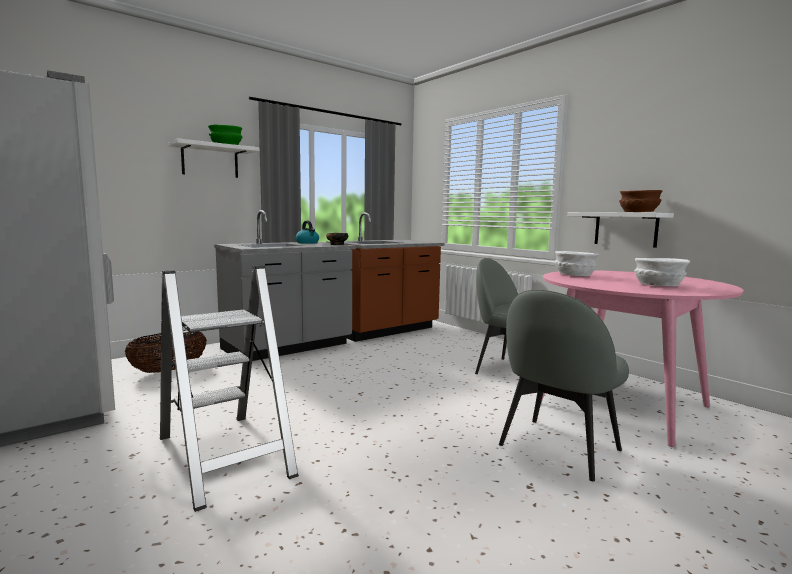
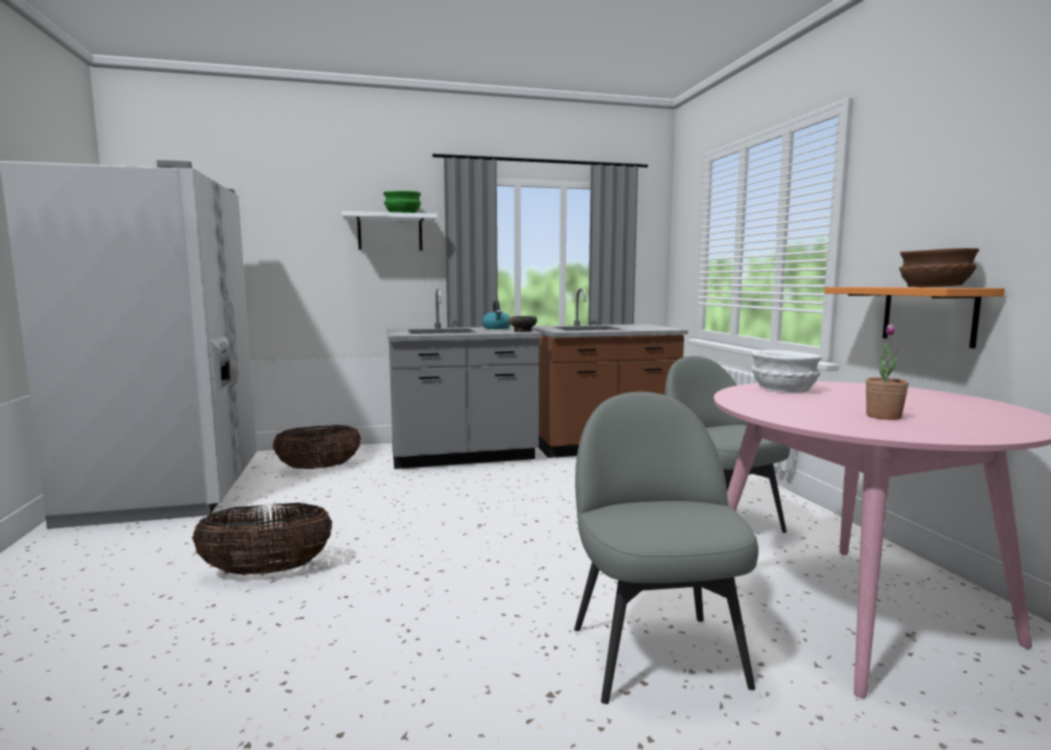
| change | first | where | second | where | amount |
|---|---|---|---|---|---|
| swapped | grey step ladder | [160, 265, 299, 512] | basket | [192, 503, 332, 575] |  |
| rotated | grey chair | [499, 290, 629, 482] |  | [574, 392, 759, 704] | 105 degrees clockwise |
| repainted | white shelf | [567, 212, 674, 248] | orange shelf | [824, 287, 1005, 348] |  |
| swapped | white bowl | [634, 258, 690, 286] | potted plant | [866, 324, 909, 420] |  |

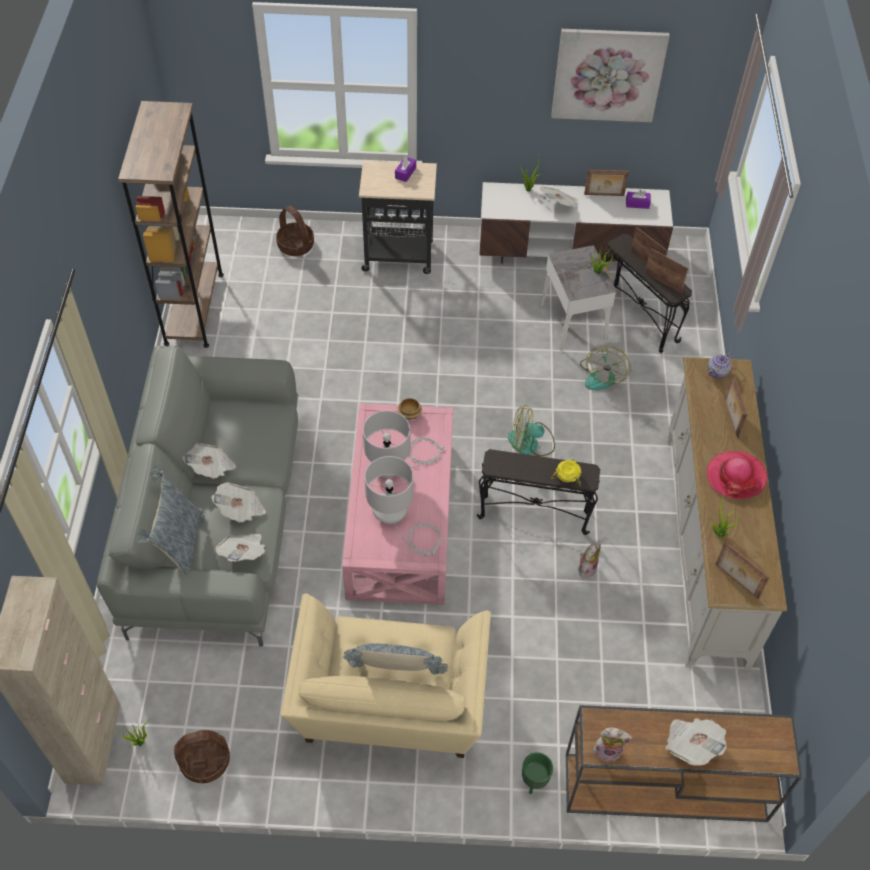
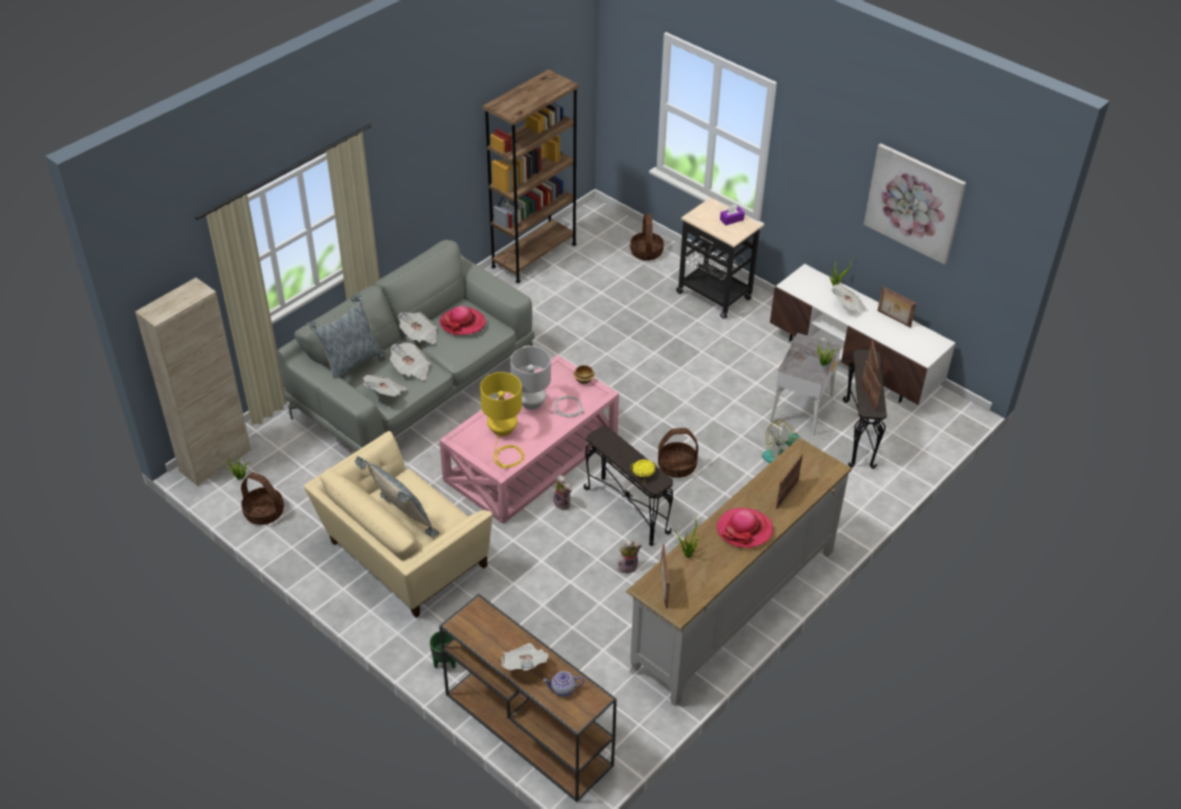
| change | first | where | second | where | amount |
|---|---|---|---|---|---|
| repainted | white table lamp | [365, 456, 441, 555] | yellow table lamp | [480, 372, 524, 469] |  |
| swapped | fan | [508, 405, 555, 456] | basket | [658, 428, 698, 478] |  |
| shifted | plush toy | [593, 727, 632, 762] |  | [553, 475, 572, 510] |  |
| gone | purple tissue box | [626, 190, 651, 209] |  |  |  |
| shifted | teapot | [708, 352, 732, 378] |  | [543, 671, 584, 697] |  |
| new |  |  | hat | [440, 306, 486, 335] |  |

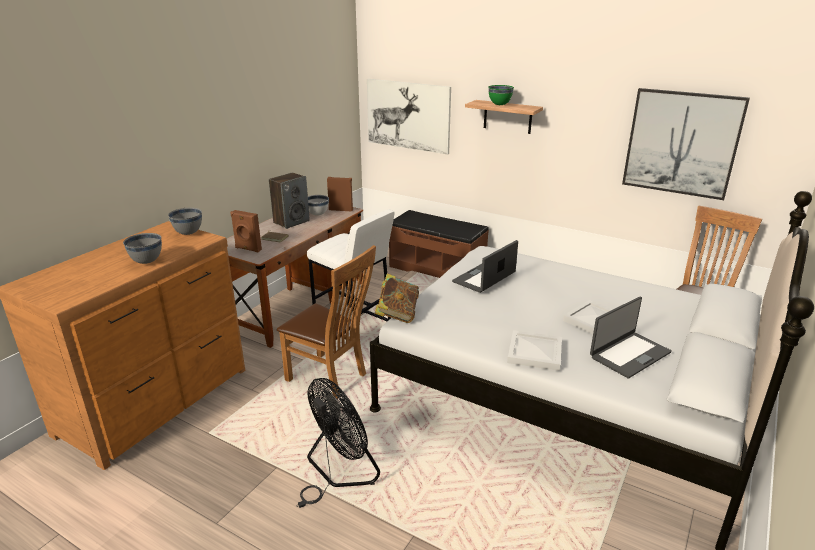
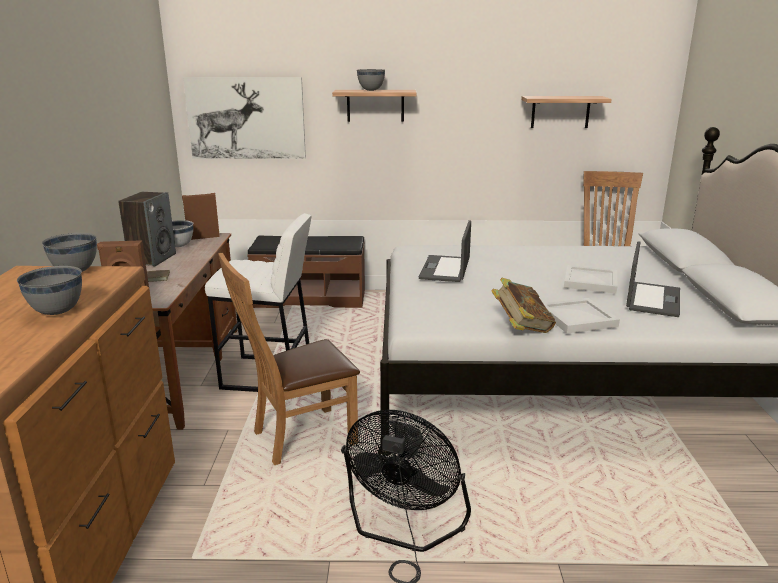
| change | first | where | second | where | amount |
|---|---|---|---|---|---|
| rotated | brown chair | [277, 245, 376, 399] |  | [218, 252, 360, 465] | 150 degrees clockwise |
| shifted | book | [375, 273, 419, 323] |  | [491, 278, 556, 333] |  |
| repainted | green bowl | [489, 85, 514, 105] | grey bowl | [357, 69, 385, 91] |  |
| swapped | picture | [622, 88, 750, 200] | shelf | [521, 96, 612, 128] |  |

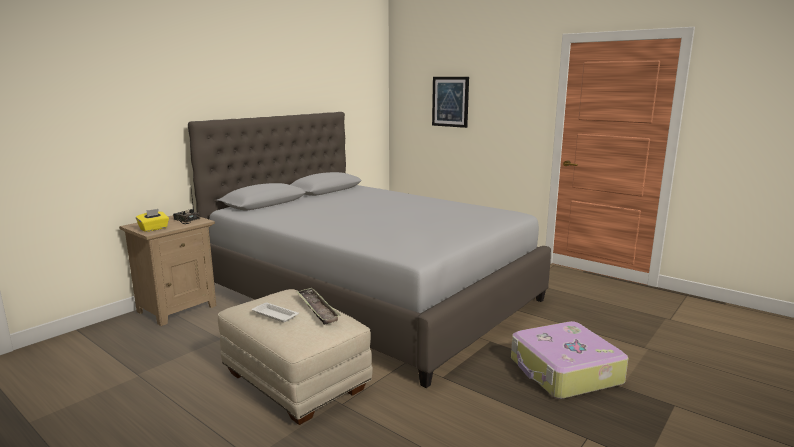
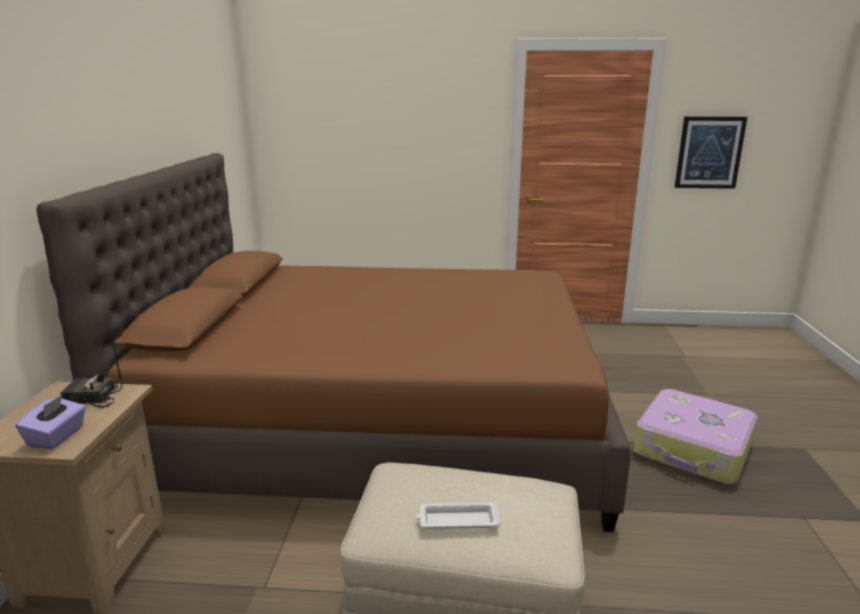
| change | first | where | second | where | amount |
|---|---|---|---|---|---|
| repainted | yellow tissue box | [136, 209, 169, 232] | purple tissue box | [16, 394, 86, 449] |  |
| repainted | grey bed | [188, 112, 551, 388] | brown bed | [36, 153, 631, 532] |  |
| gone | tray | [296, 288, 341, 325] |  |  |  |
| shifted | picture | [432, 77, 469, 128] |  | [675, 116, 747, 189] |  |

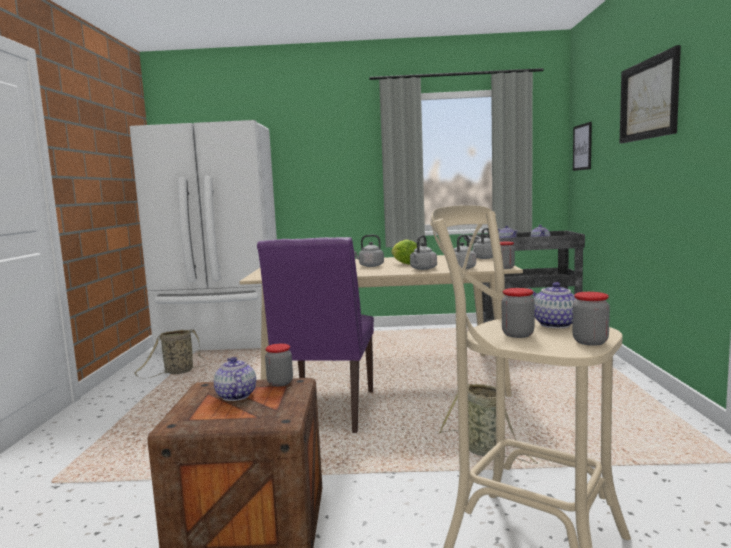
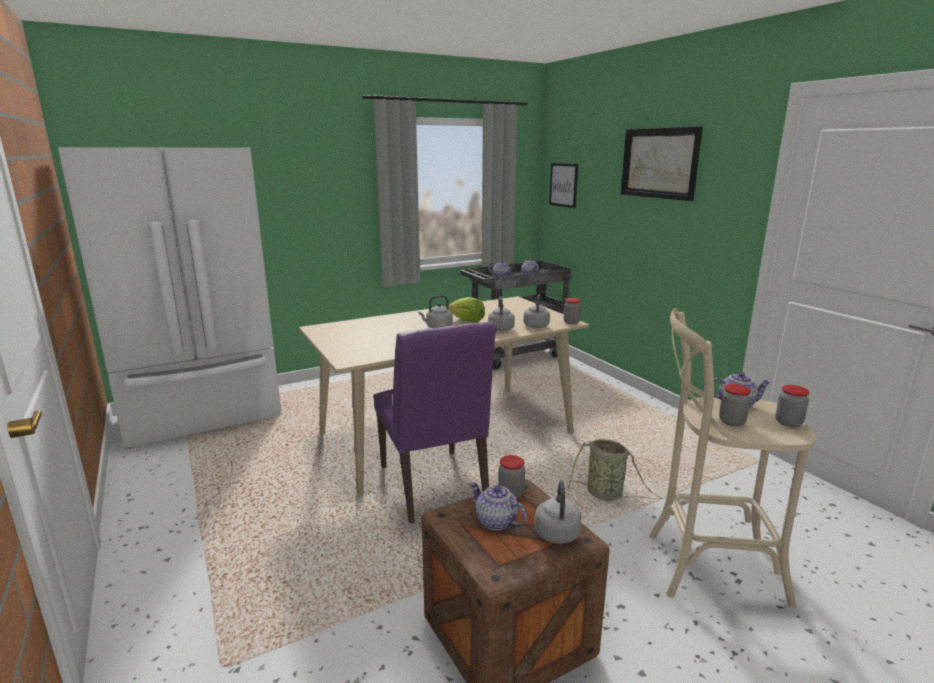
| change | first | where | second | where | amount |
|---|---|---|---|---|---|
| gone | basket | [134, 329, 208, 379] |  |  |  |
| shifted | grey kettle | [473, 228, 493, 259] |  | [535, 481, 581, 544] |  |

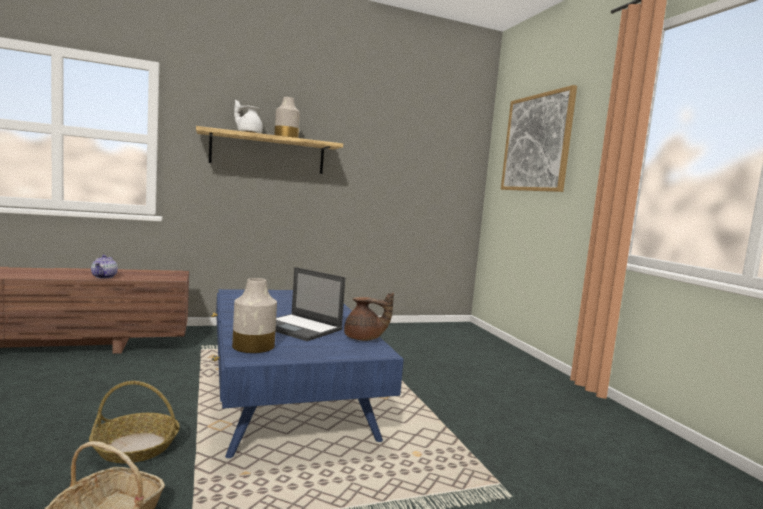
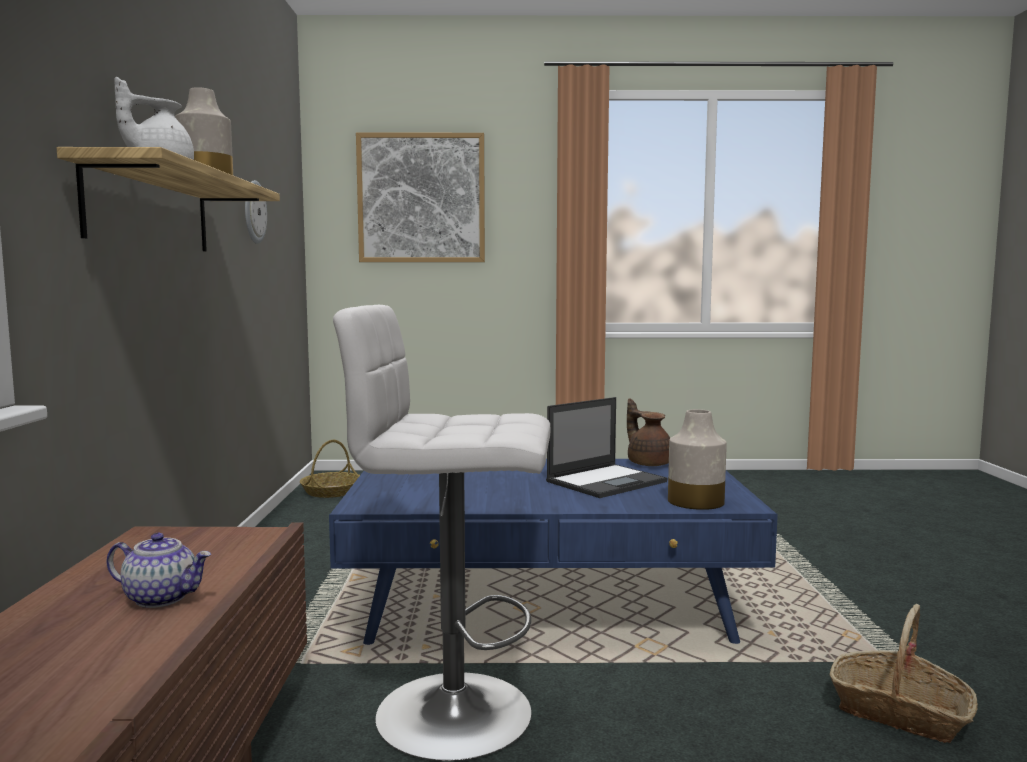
| change | first | where | second | where | amount |
|---|---|---|---|---|---|
| shifted | basket | [89, 381, 180, 463] |  | [300, 440, 360, 498] |  |
| rotated | brown teapot | [344, 293, 394, 341] |  | [627, 399, 670, 466] | 60 degrees counterclockwise |
| new |  |  | wall clock | [245, 180, 267, 244] |  |
| new |  |  | white stool | [333, 305, 550, 761] |  |

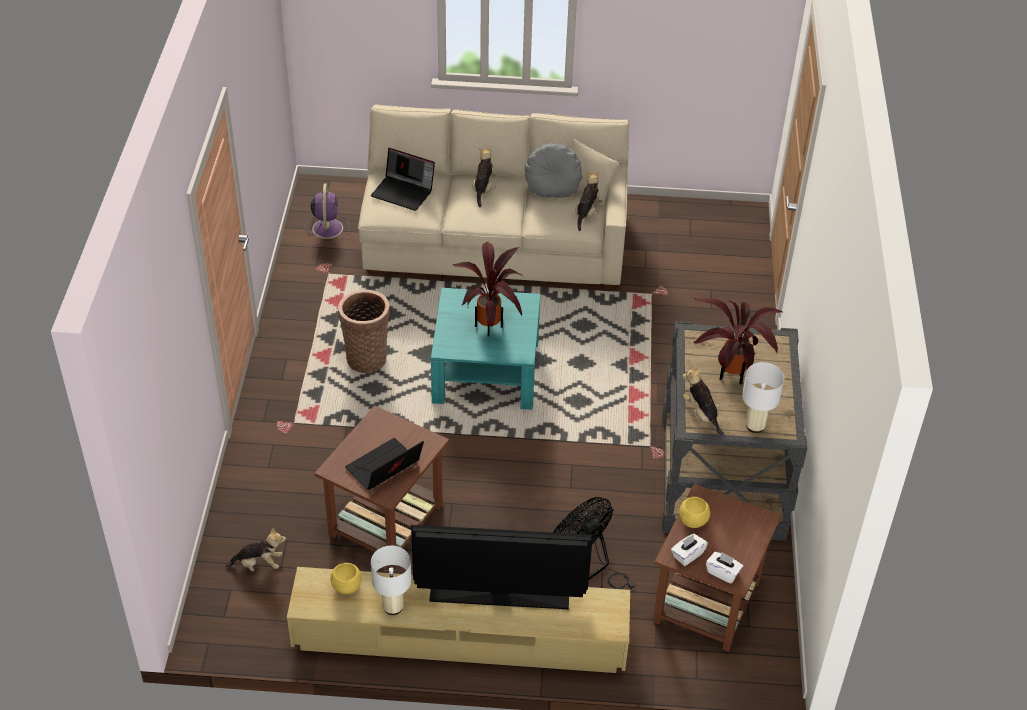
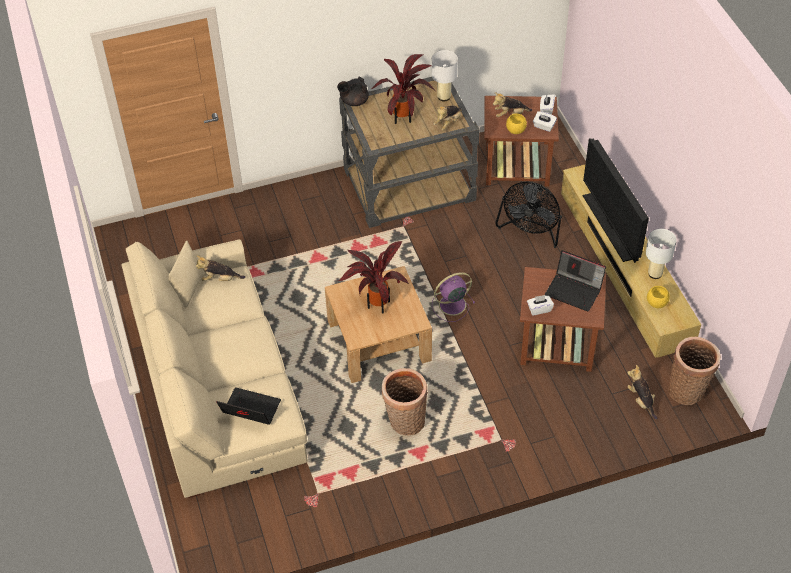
| change | first | where | second | where | amount |
|---|---|---|---|---|---|
| shifted | purple fan | [305, 183, 350, 244] |  | [432, 272, 475, 322] |  |
| rotated | laptop | [371, 148, 435, 211] |  | [216, 387, 281, 425] | 75 degrees counterclockwise |
| repainted | turquoise coffee table | [431, 288, 541, 410] | brown coffee table | [325, 266, 432, 383] |  |
| shifted | plush toy | [473, 146, 497, 207] |  | [493, 92, 532, 117] |  |
| gone | grey pillow | [525, 143, 582, 198] |  |  |  |
| new |  |  | black teapot | [337, 77, 369, 106] |  |
| new |  |  | white tissue box | [527, 295, 554, 315] |  |
| new |  |  | basket | [668, 337, 721, 405] |  |

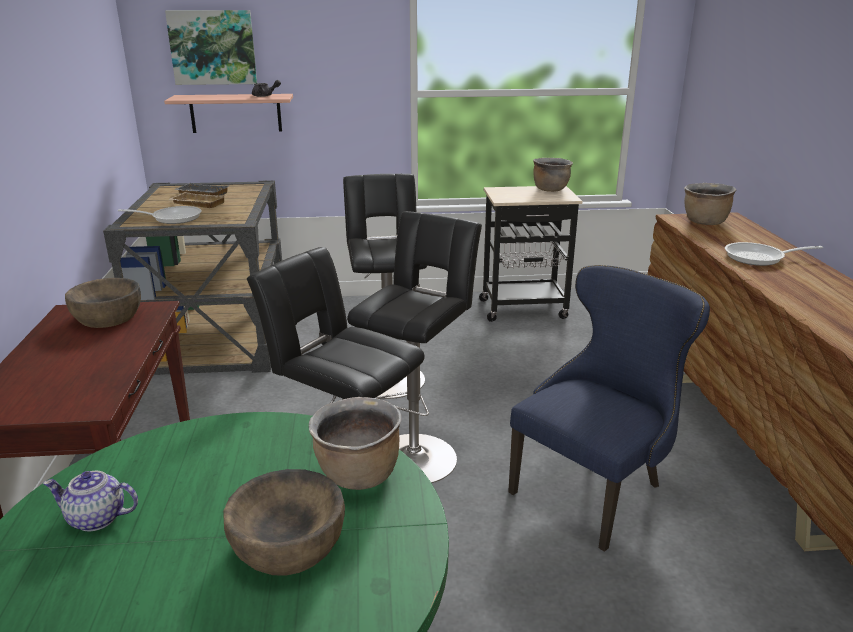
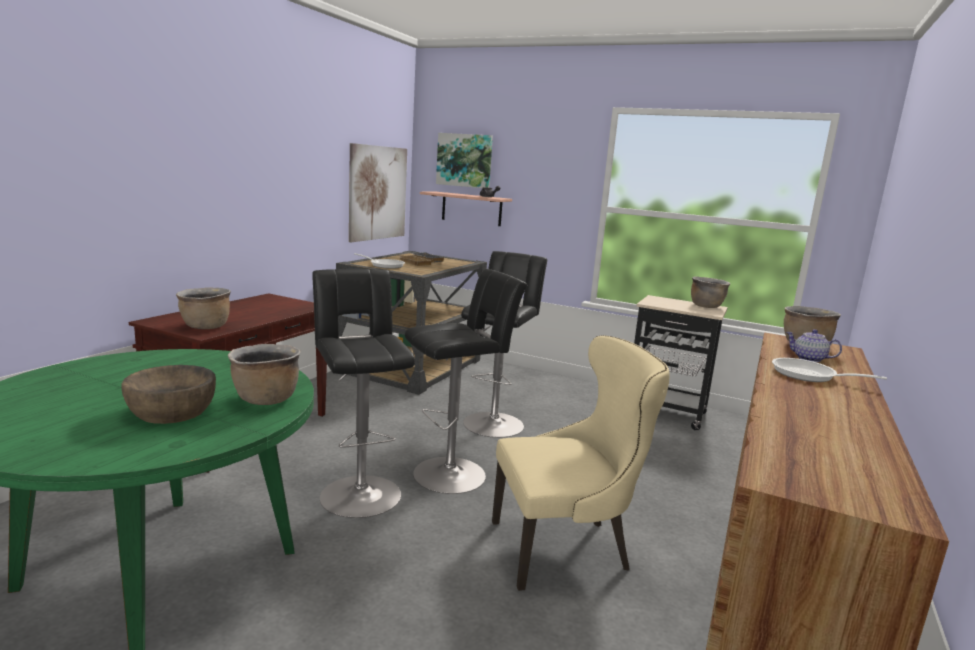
| change | first | where | second | where | amount |
|---|---|---|---|---|---|
| shifted | teapot | [43, 471, 138, 531] |  | [786, 329, 842, 362] |  |
| gone | brown bowl | [65, 278, 141, 328] |  |  |  |
| repainted | blue chair | [508, 265, 710, 552] | beige chair | [492, 335, 670, 591] |  |
| new |  |  | brown cooking pot | [176, 287, 231, 329] |  |
| new |  |  | picture | [349, 143, 407, 242] |  |

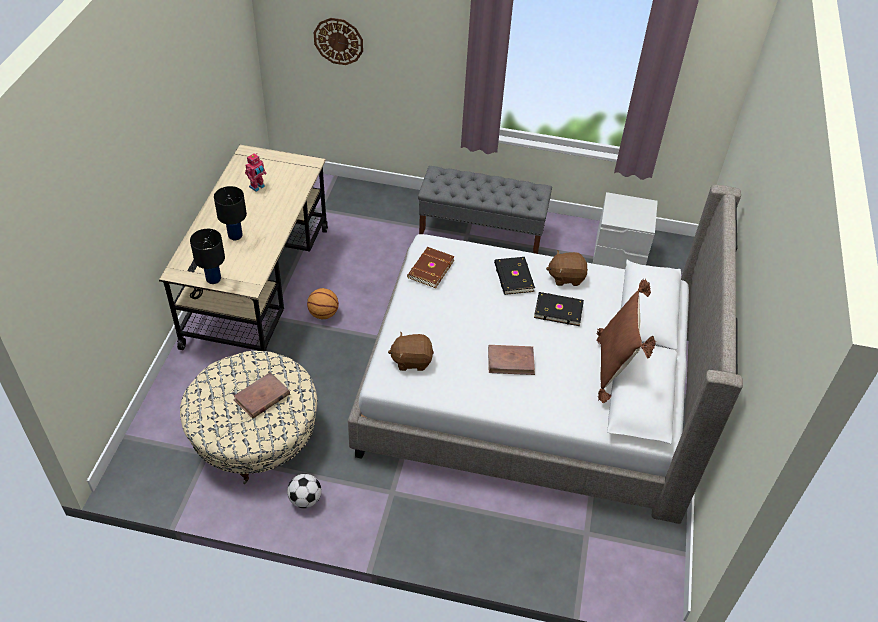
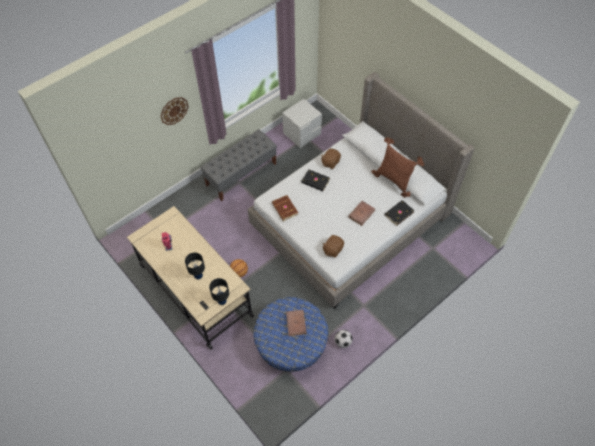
| change | first | where | second | where | amount |
|---|---|---|---|---|---|
| repainted | beige ottoman | [180, 351, 317, 484] | blue ottoman | [254, 297, 328, 372] |  |
| shifted | wall clock | [314, 18, 363, 65] |  | [161, 97, 189, 125] |  |
| shifted | black book | [534, 292, 584, 326] |  | [384, 200, 415, 226] |  |

